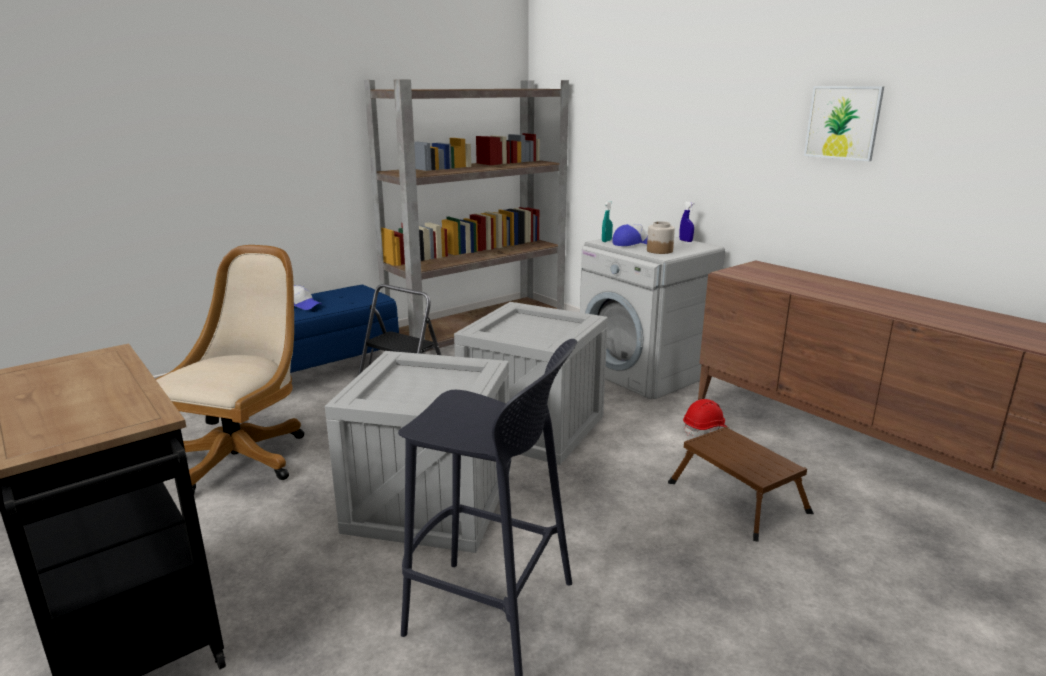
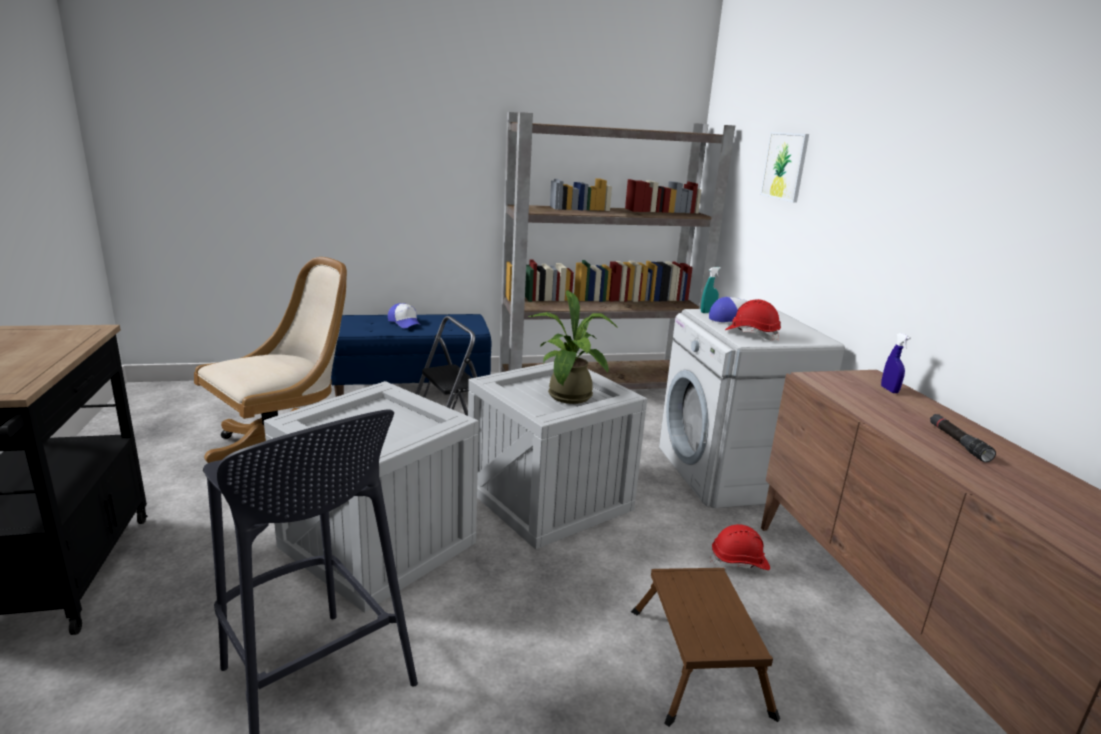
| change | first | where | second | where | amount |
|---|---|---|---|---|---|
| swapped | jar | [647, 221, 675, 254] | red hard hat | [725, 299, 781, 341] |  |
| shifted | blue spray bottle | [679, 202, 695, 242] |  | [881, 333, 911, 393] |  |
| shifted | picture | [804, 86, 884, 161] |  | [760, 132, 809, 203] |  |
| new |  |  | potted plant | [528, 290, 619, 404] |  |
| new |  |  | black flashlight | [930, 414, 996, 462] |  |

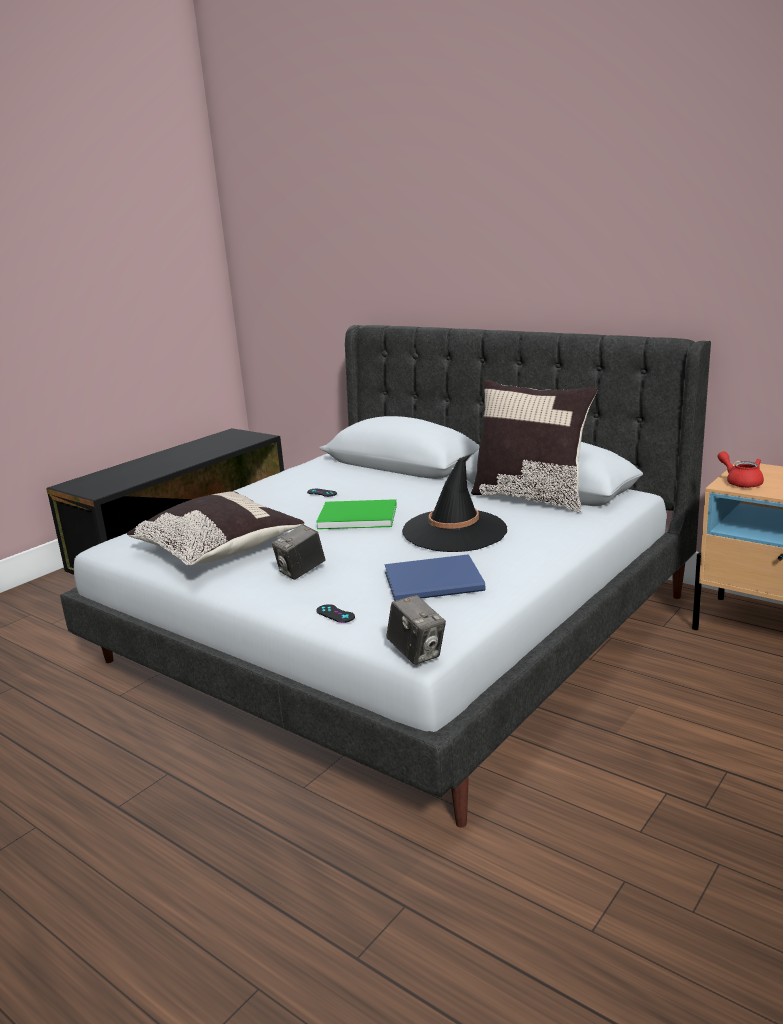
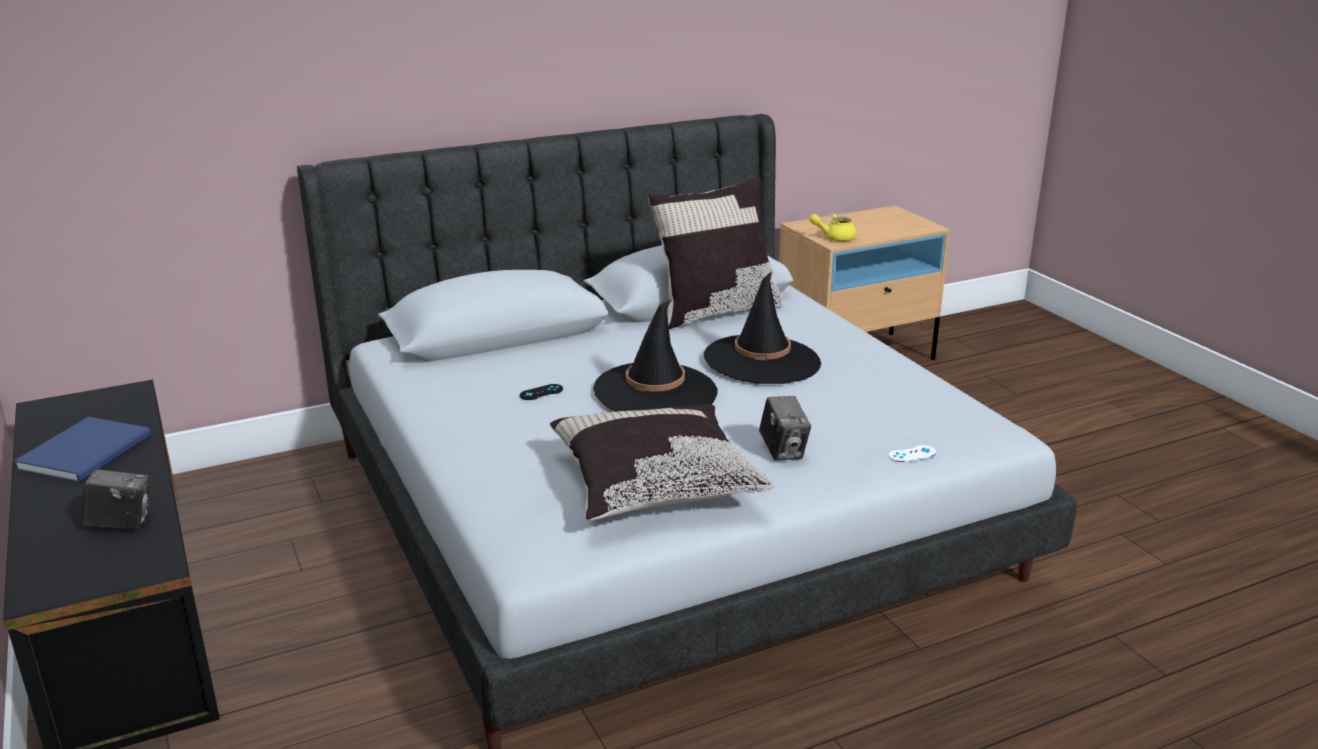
| change | first | where | second | where | amount |
|---|---|---|---|---|---|
| swapped | green book | [316, 499, 397, 529] | black hat | [593, 299, 718, 412] |  |
| repainted | black game controller | [316, 604, 355, 623] | white game controller | [888, 445, 936, 462] |  |
| shifted | blue book | [384, 554, 485, 601] |  | [14, 417, 151, 482] |  |
| shifted | photo camera | [386, 595, 446, 665] |  | [82, 469, 149, 530] |  |
| repainted | red teapot | [717, 451, 764, 488] | yellow teapot | [809, 213, 856, 241] |  |

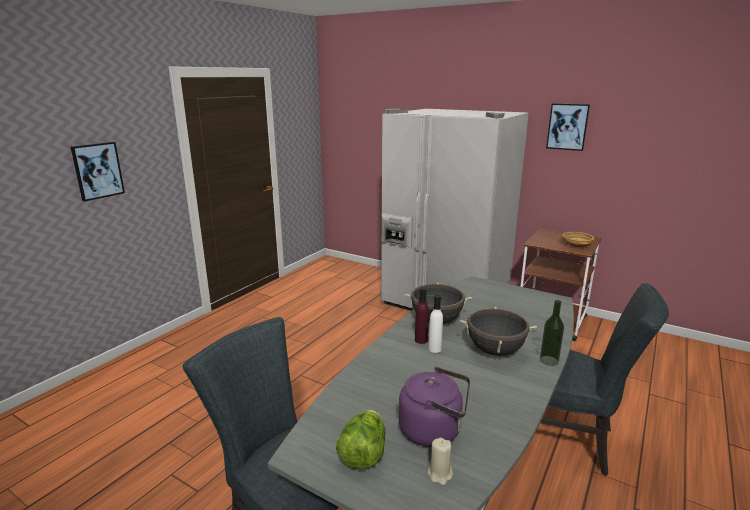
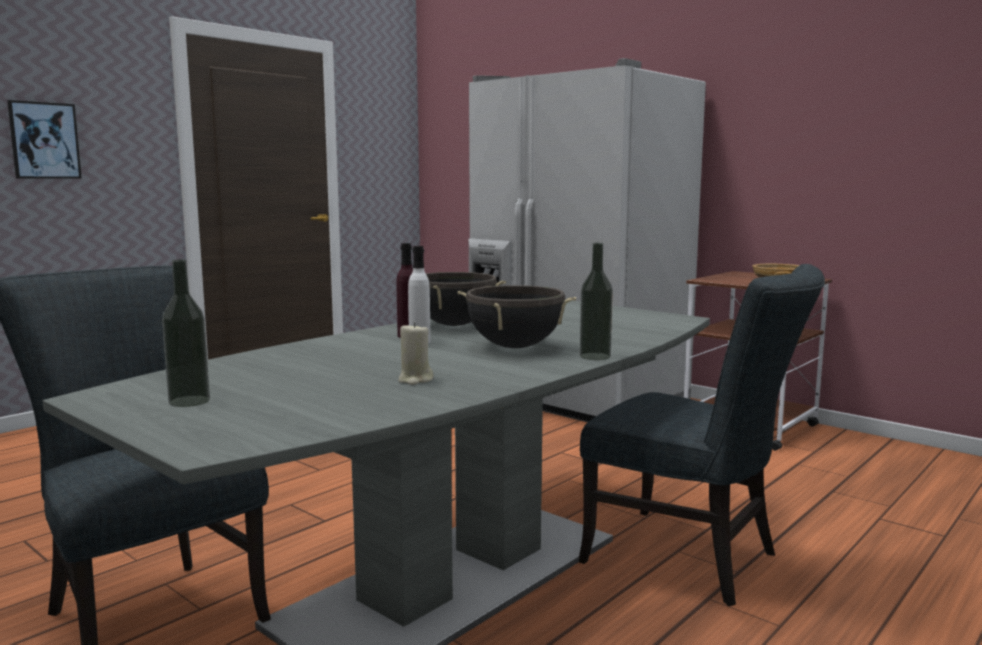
| change | first | where | second | where | amount |
|---|---|---|---|---|---|
| swapped | lettuce | [336, 410, 385, 470] | bottle | [162, 259, 210, 407] |  |
| gone | purple kettle | [399, 367, 470, 447] |  |  |  |
| shifted | beige candle | [428, 437, 453, 485] |  | [398, 322, 434, 385] |  |
| gone | picture | [546, 103, 590, 151] |  |  |  |

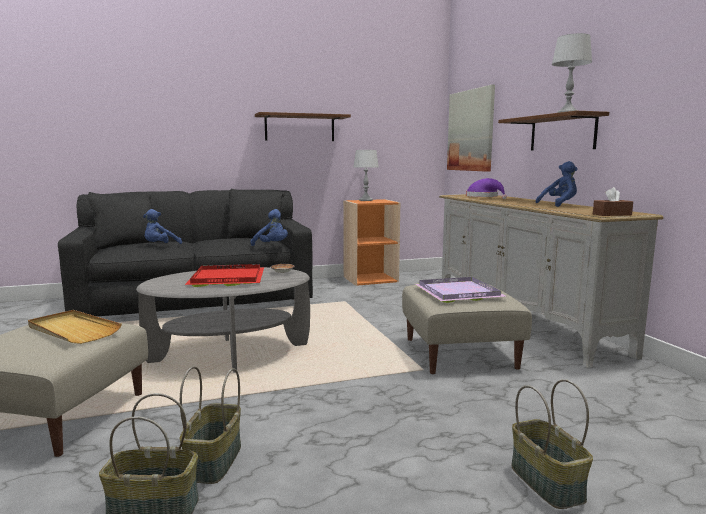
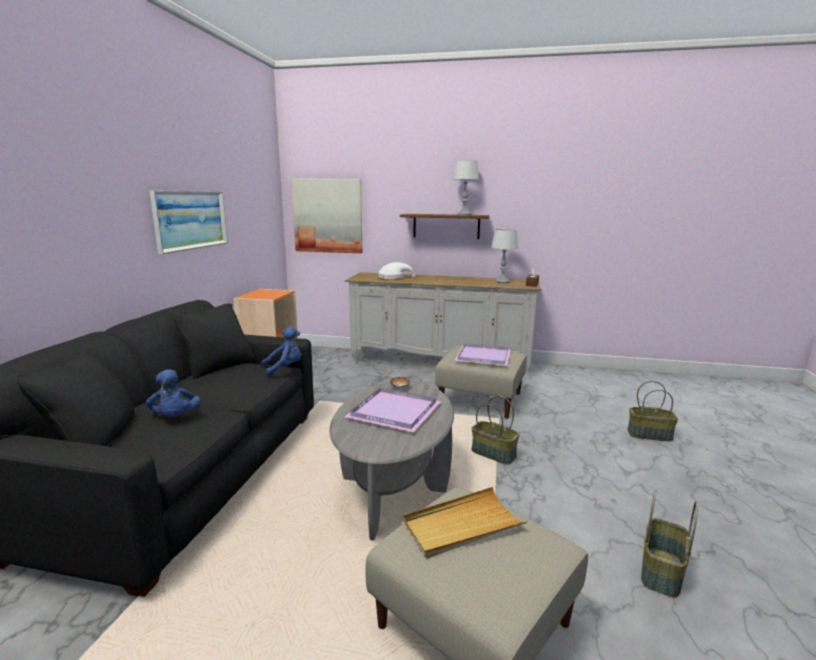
| change | first | where | second | where | amount |
|---|---|---|---|---|---|
| shifted | basket | [180, 366, 241, 484] |  | [472, 396, 519, 465] |  |
| repainted | red tray | [185, 264, 264, 287] | purple tray | [345, 388, 441, 432] |  |
| swapped | brown shelf | [255, 112, 351, 141] | picture | [149, 190, 228, 254] |  |
| shifted | grey table lamp | [354, 150, 379, 201] |  | [491, 229, 518, 283] |  |
| repainted | purple hat | [466, 178, 507, 199] | white hat | [378, 262, 416, 279] |  |
| gone | blue plush toy | [536, 161, 578, 207] |  |  |  |

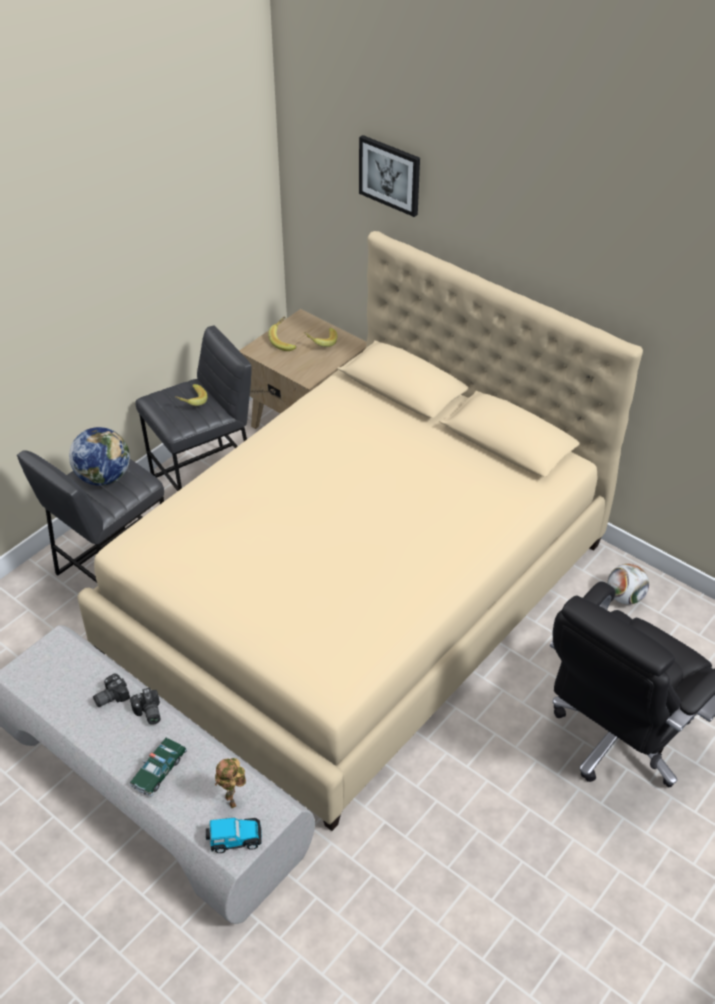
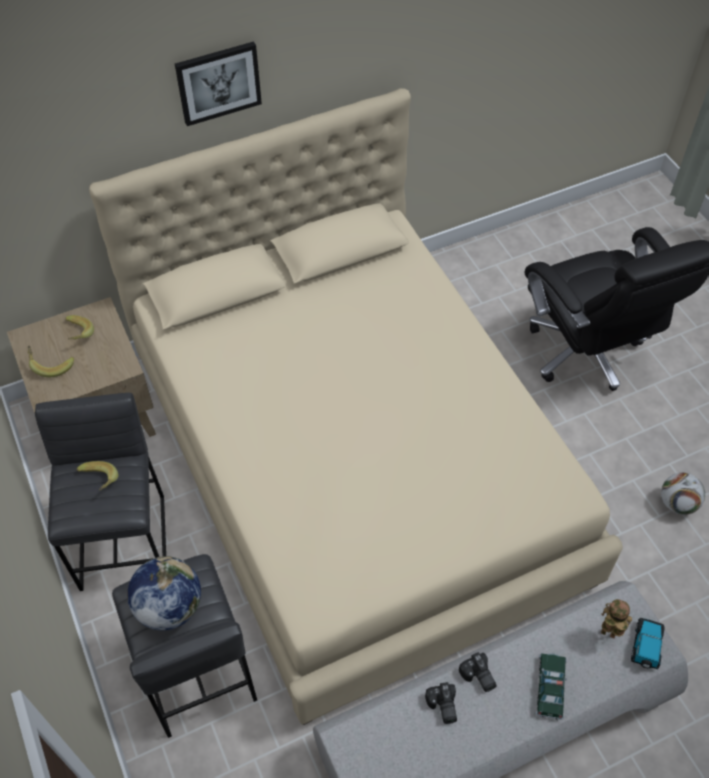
| change | first | where | second | where | amount |
|---|---|---|---|---|---|
| rotated | photo camera | [130, 688, 161, 725] |  | [459, 652, 497, 692] | 60 degrees clockwise |
| rotated | toy car | [130, 737, 187, 797] |  | [536, 653, 567, 720] | 135 degrees counterclockwise |
| rotated | toy robot | [214, 758, 246, 808] |  | [601, 599, 632, 639] | 150 degrees counterclockwise |
| shifted | picture | [359, 135, 420, 217] |  | [175, 41, 262, 126] |  |
| shifted | football | [607, 564, 649, 604] |  | [661, 473, 705, 515] |  |

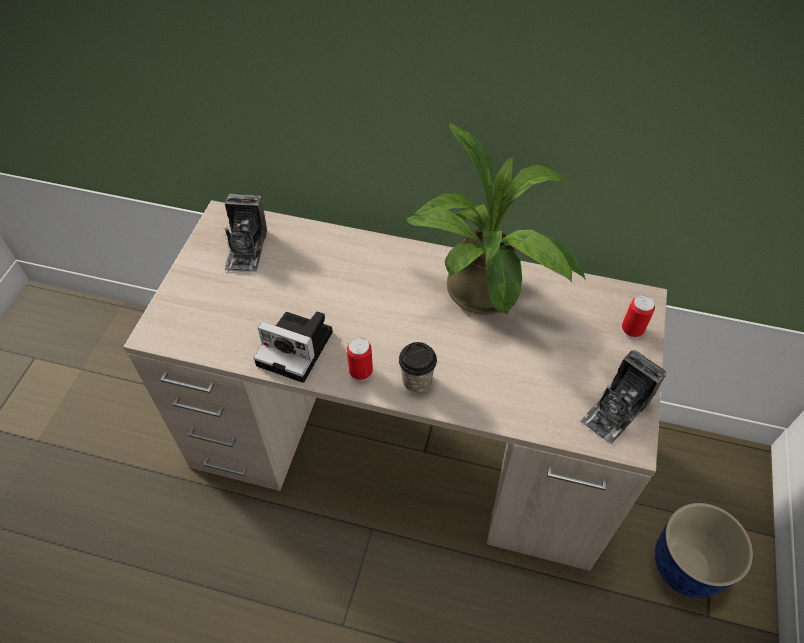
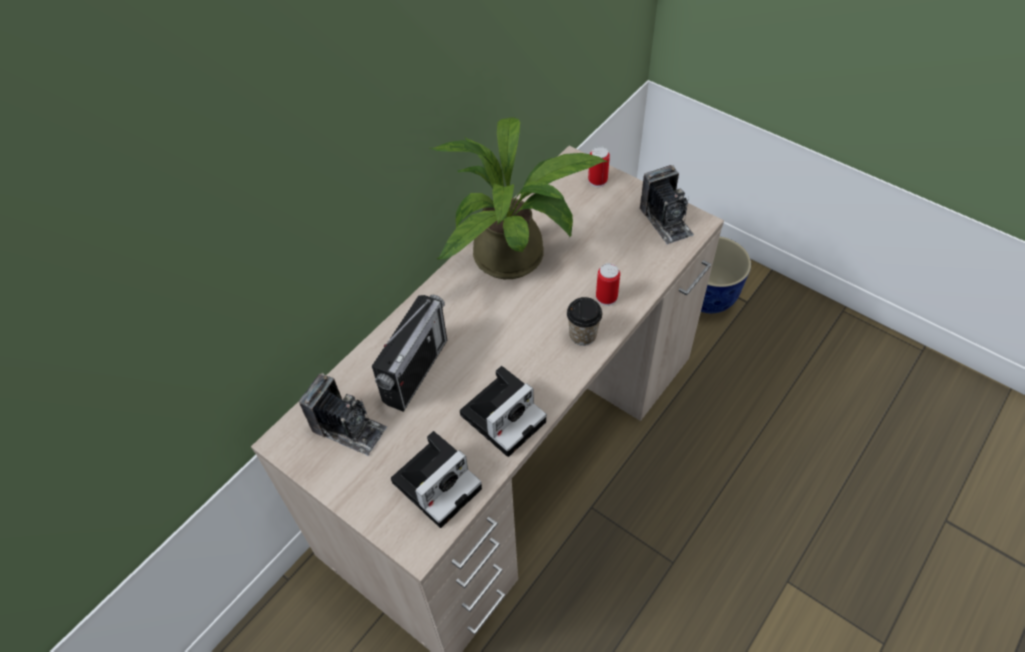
| change | first | where | second | where | amount |
|---|---|---|---|---|---|
| shifted | can | [347, 337, 373, 381] |  | [596, 263, 620, 306] |  |
| new |  |  | radio | [372, 295, 447, 412] |  |
| new |  |  | photo camera | [391, 431, 482, 528] |  |

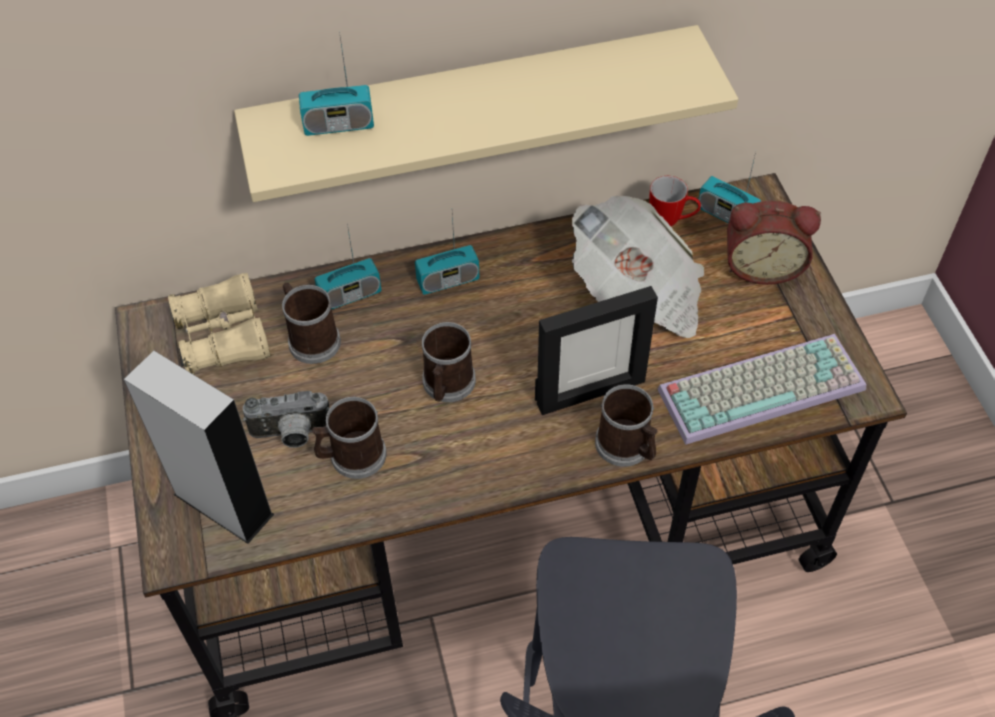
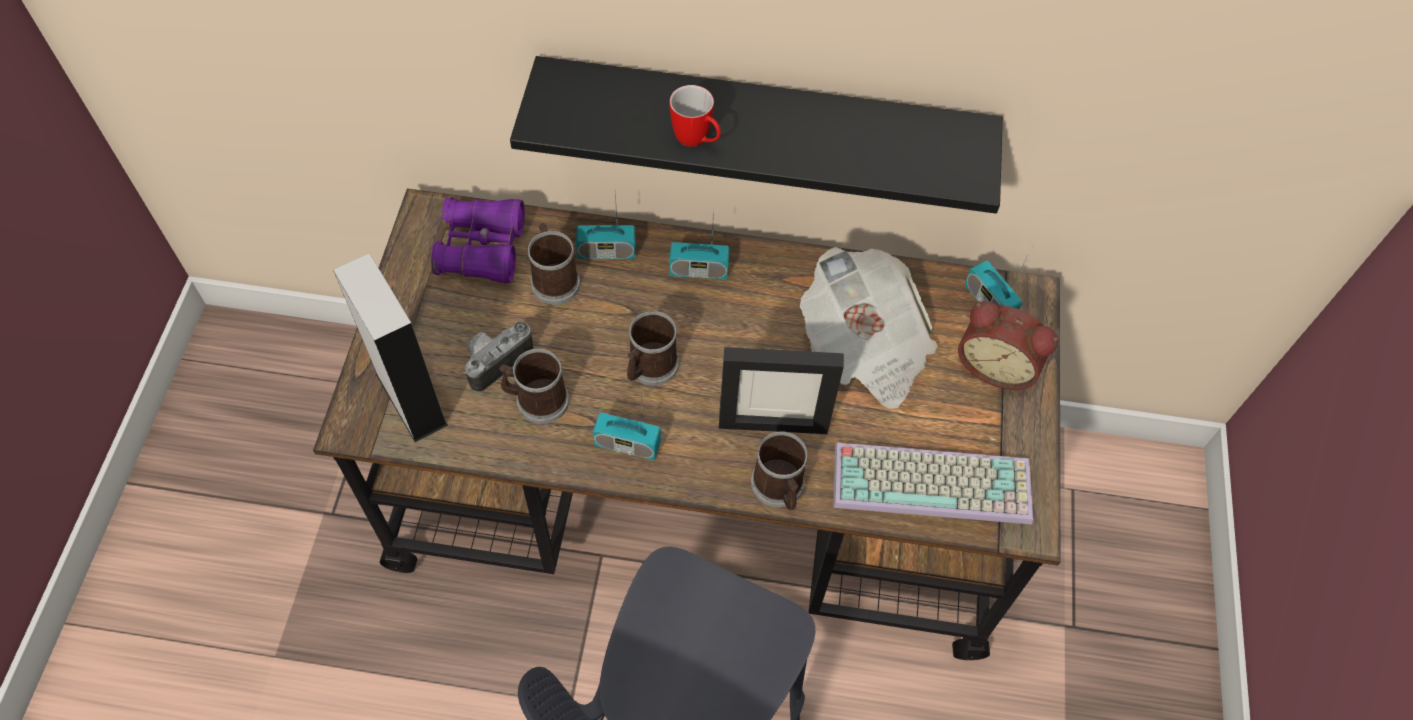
| change | first | where | second | where | amount |
|---|---|---|---|---|---|
| repainted | beige binoculars | [168, 273, 271, 375] | purple binoculars | [431, 196, 525, 284] |  |
| repainted | beige shelf | [234, 25, 738, 202] | black shelf | [510, 56, 1003, 214] |  |
| rotated | photo camera | [243, 391, 330, 448] |  | [464, 322, 534, 392] | 120 degrees clockwise |
| shifted | radio | [299, 32, 374, 136] |  | [593, 398, 661, 460] |  |
| shifted | mug | [650, 176, 701, 226] |  | [670, 85, 721, 147] |  |

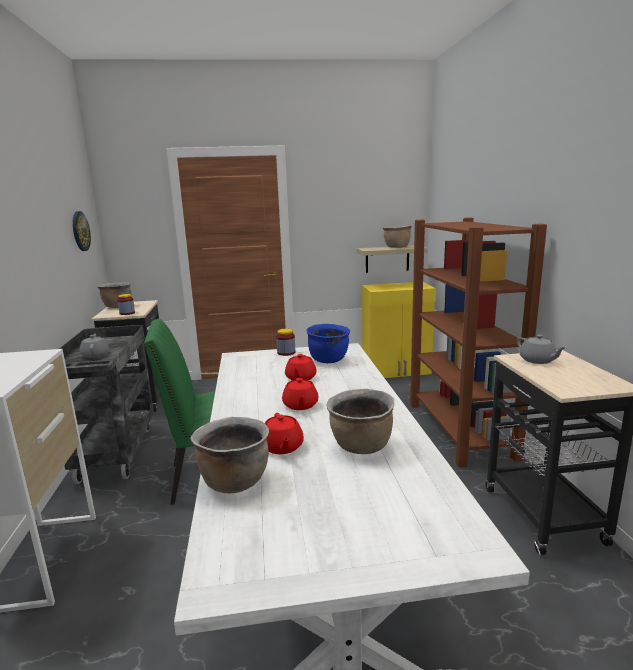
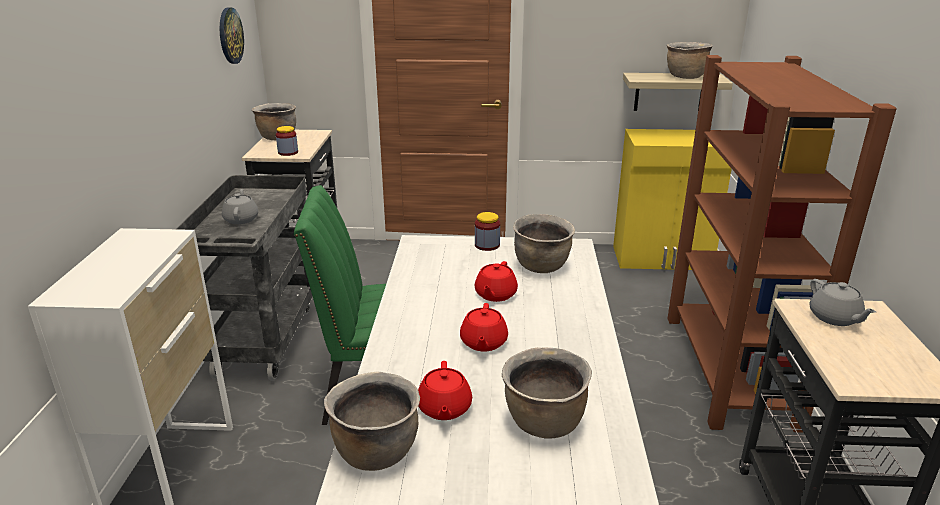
| change | first | where | second | where | amount |
|---|---|---|---|---|---|
| repainted | blue cooking pot | [306, 324, 350, 363] | brown cooking pot | [513, 214, 575, 273] |  |

